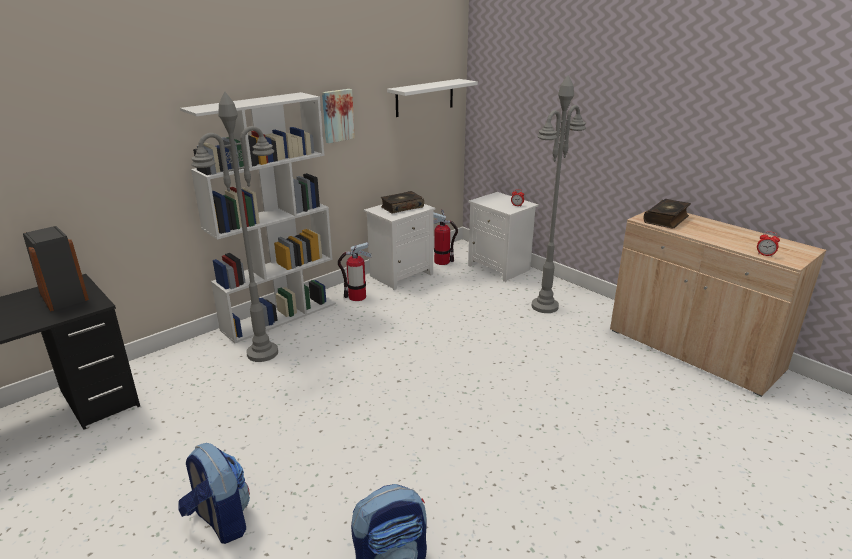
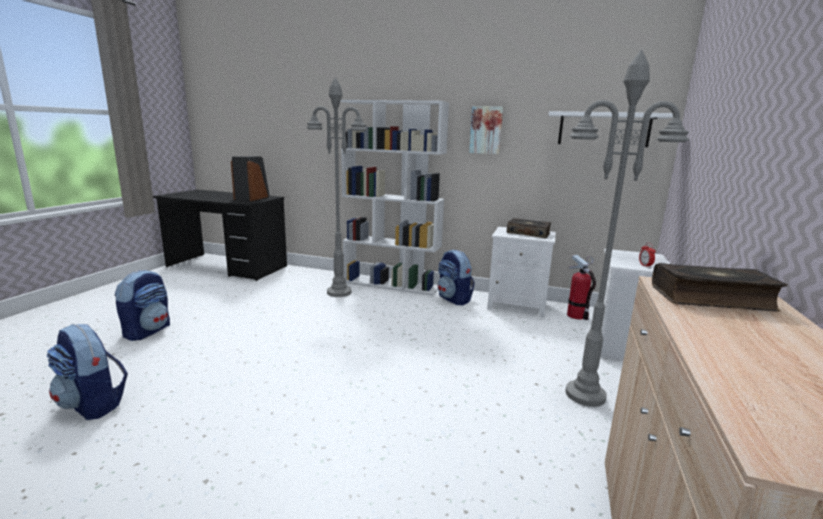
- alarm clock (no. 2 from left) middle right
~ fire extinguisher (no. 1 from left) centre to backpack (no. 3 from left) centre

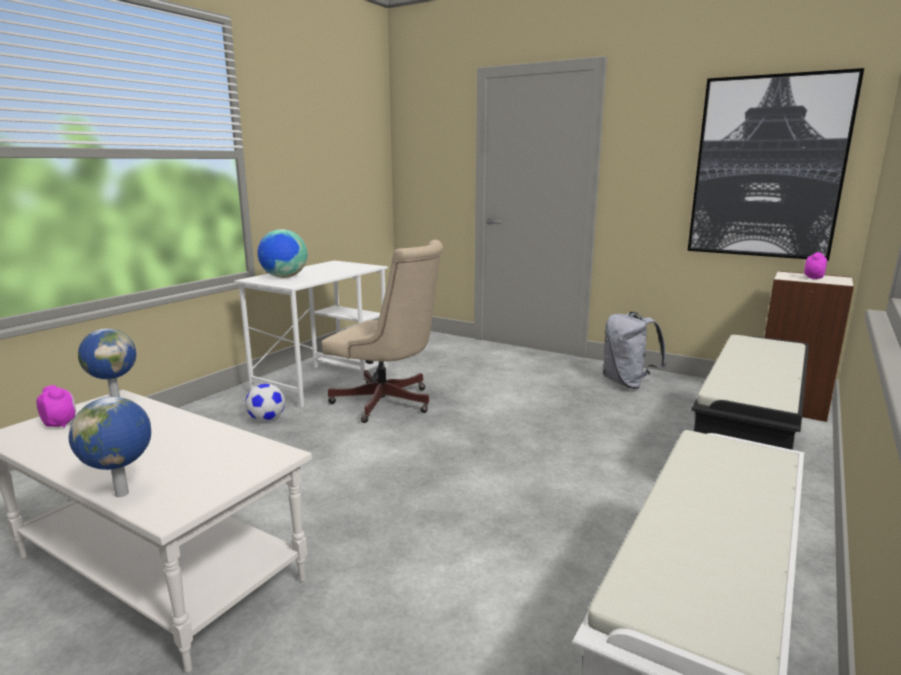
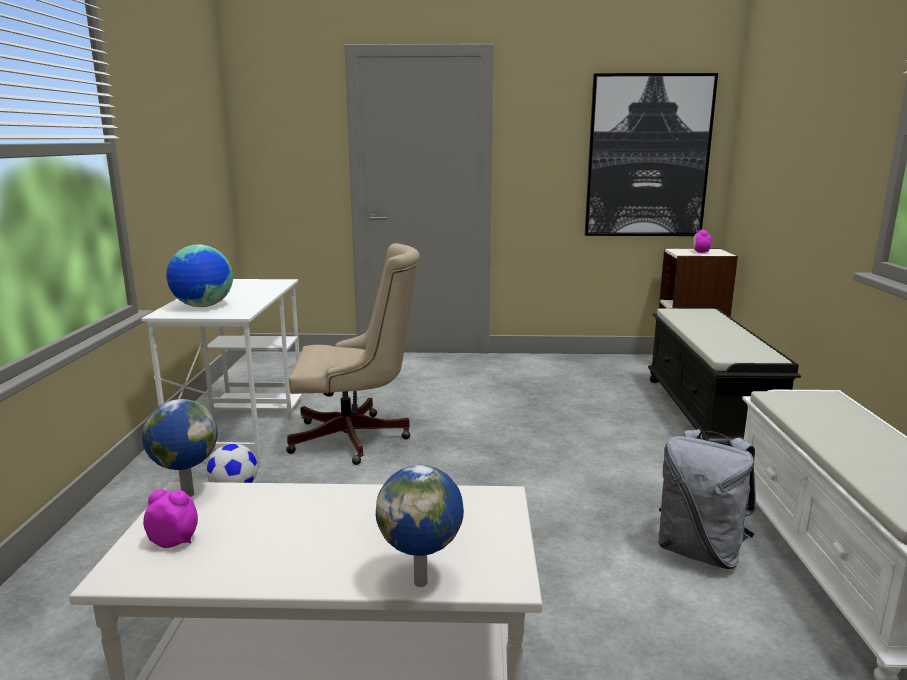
~ grey backpack middle right to bottom right

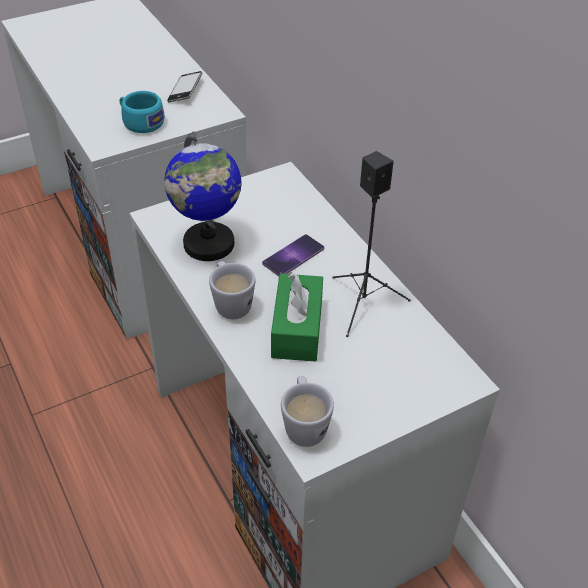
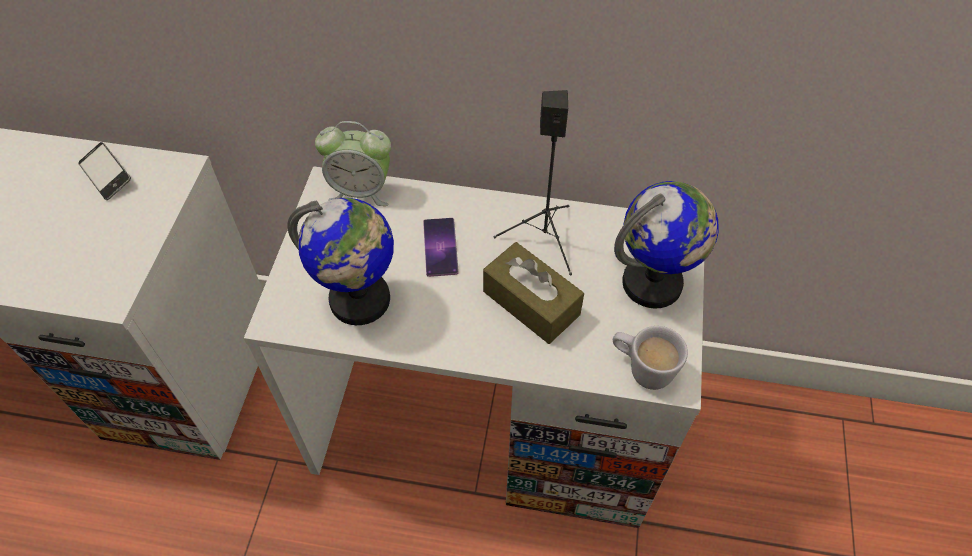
- turquoise cup top left
- white mug (no. 1 from left) centre
+ alarm clock top centre
+ globe (no. 2 from left) middle right
~ green tissue box centre to brown tissue box centre

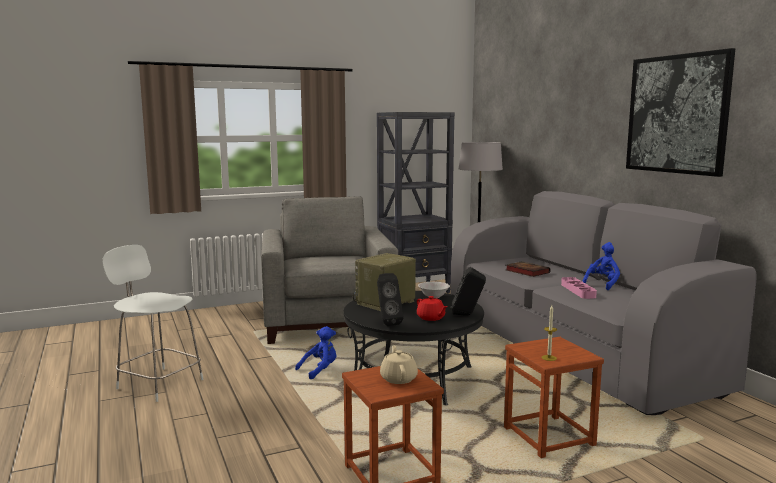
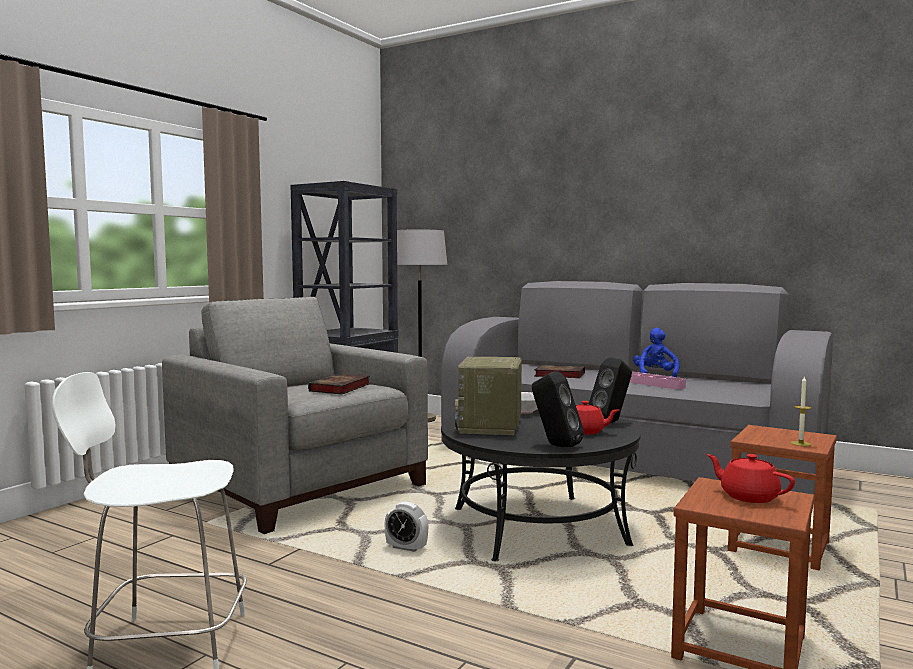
- picture top right
+ book (no. 1 from left) centre
~ blue plush toy (no. 1 from left) bottom centre to alarm clock bottom centre
~ beige teapot bottom centre to red teapot (no. 2 from left) bottom right

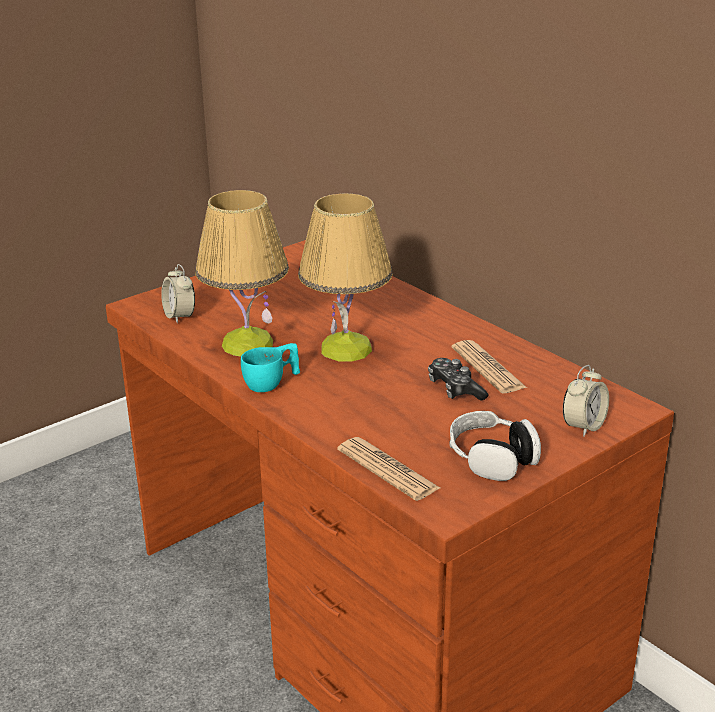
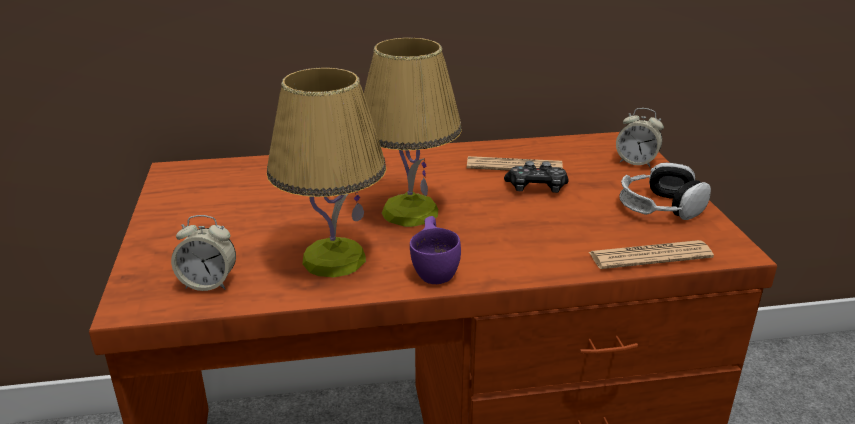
~ turquoise cup centre to purple cup centre
~ alarm clock (no. 2 from left) middle right = top right 135 degrees clockwise

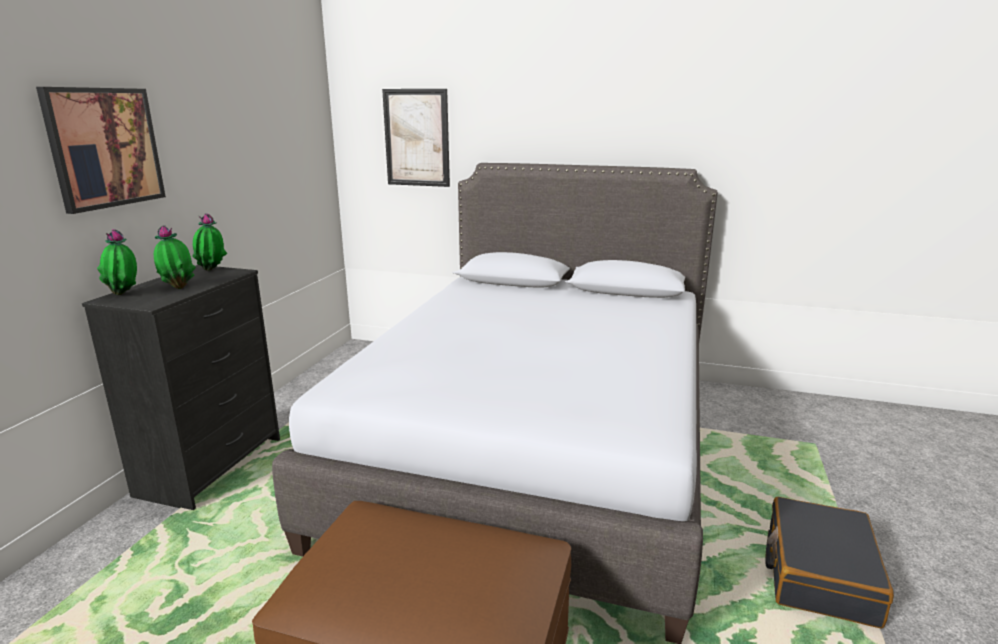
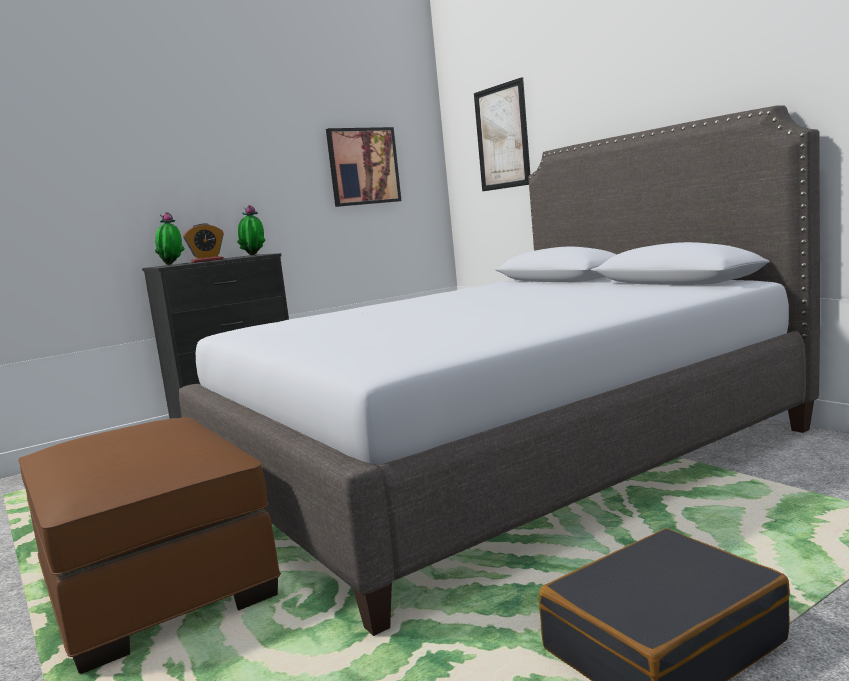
~ picture (no. 1 from left) top left to top centre
~ potted plant (no. 2 from left) middle left to alarm clock middle left

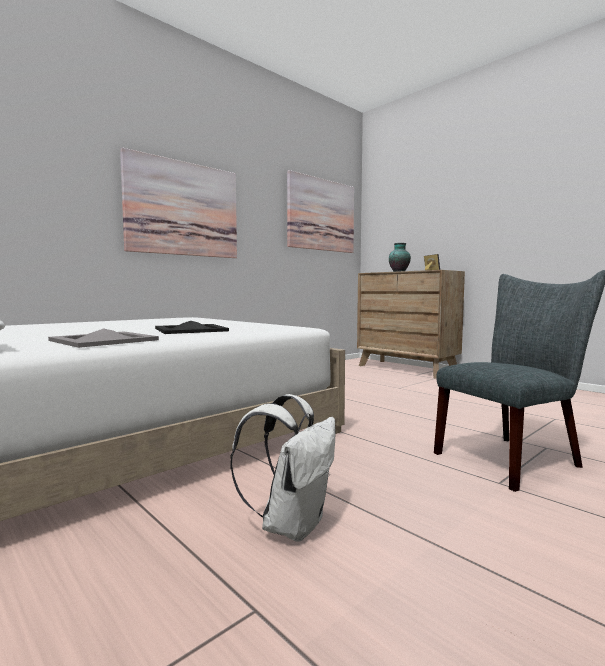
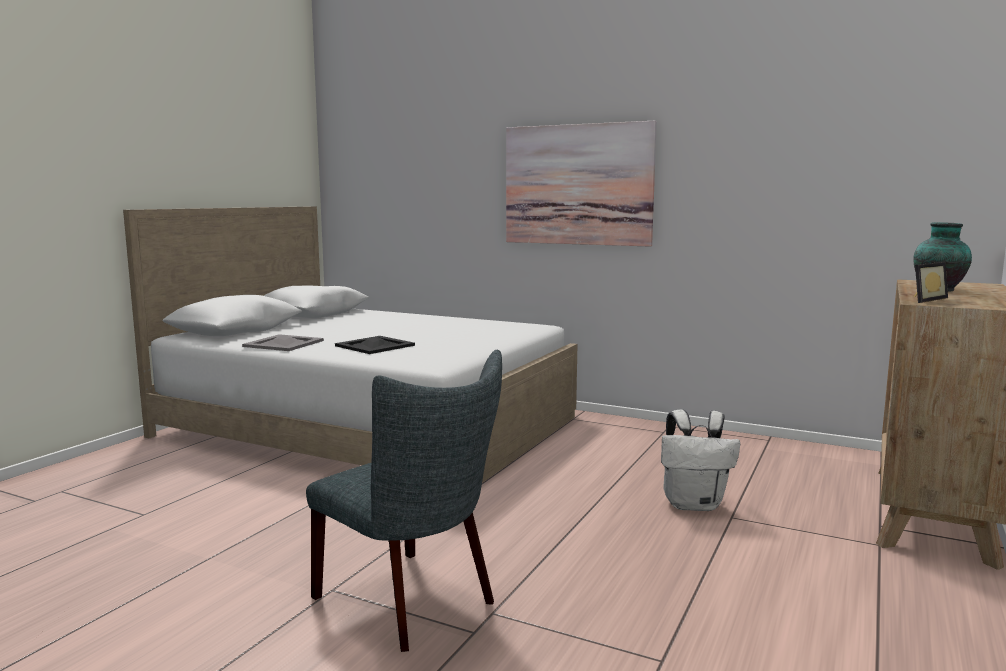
- picture (no. 2 from left) top centre
~ white backpack bottom centre to bottom right

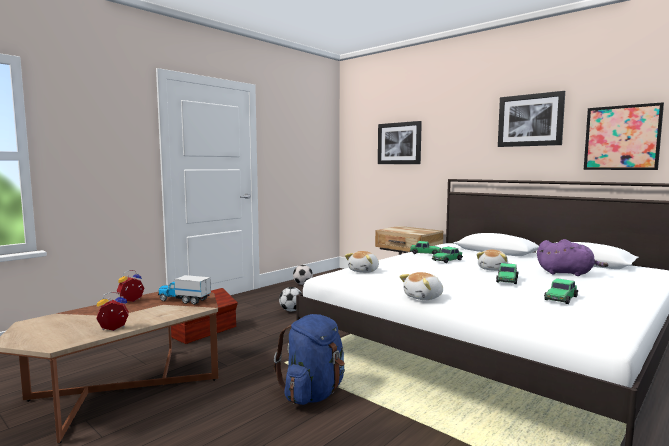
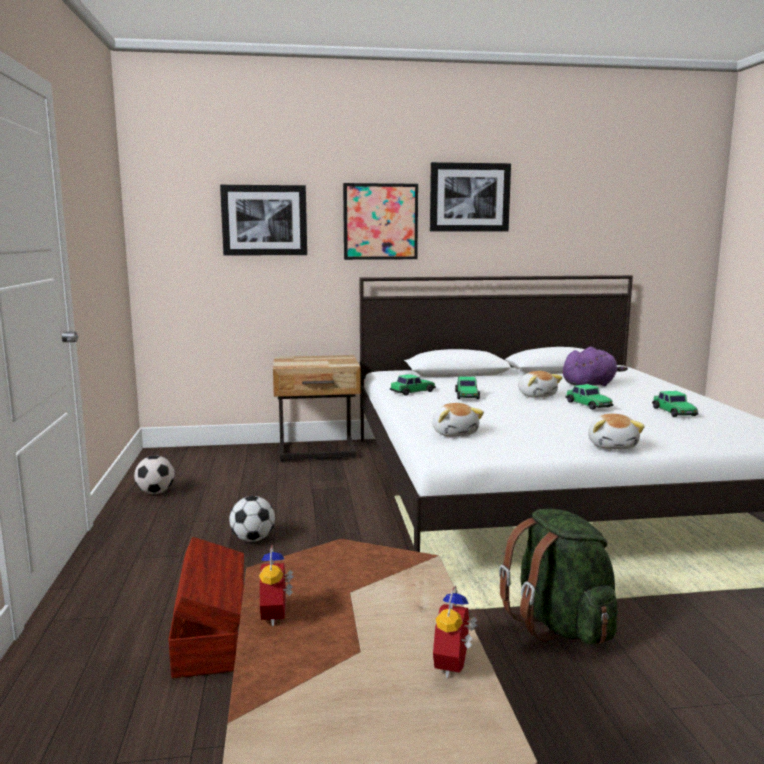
- toy truck middle left
~ picture (no. 3 from left in the first image) top right to picture (no. 2 from left) top centre
~ blue backpack bottom centre to green backpack bottom right

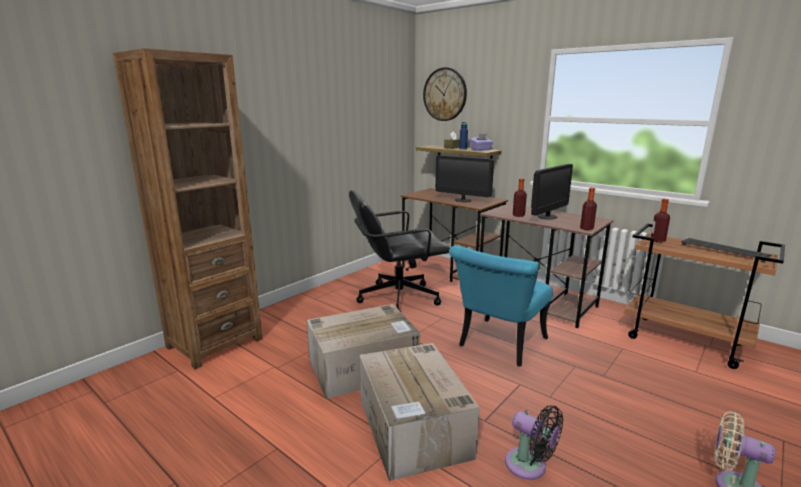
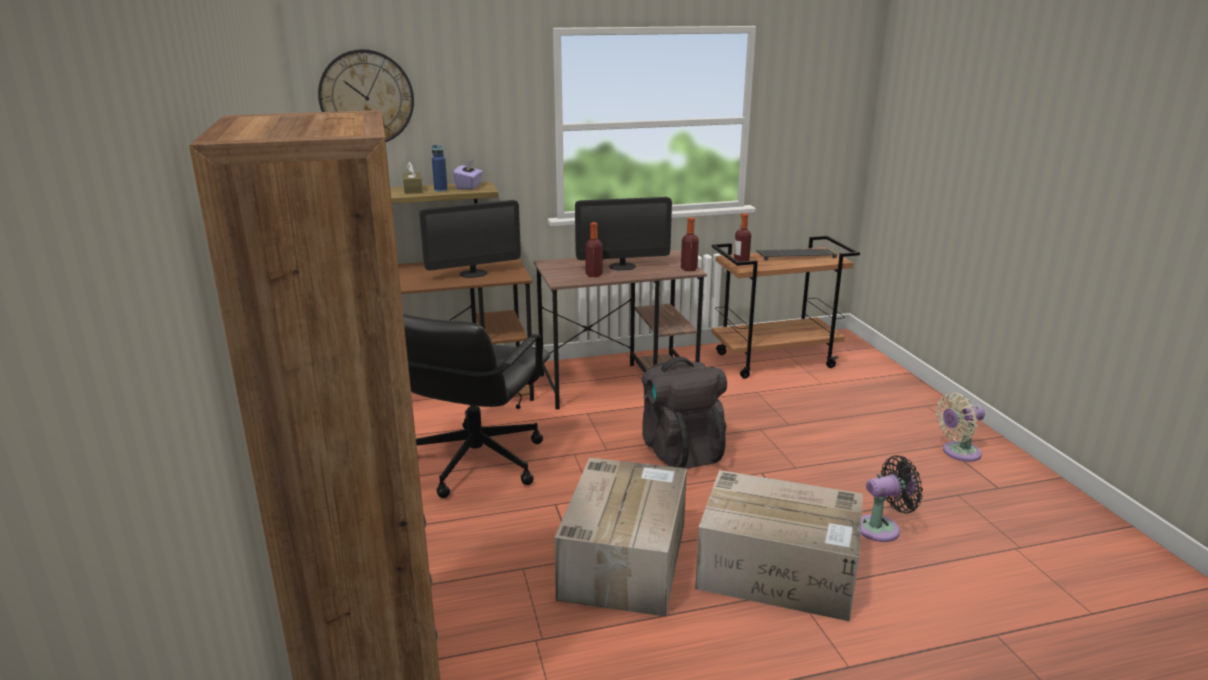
~ turquoise chair centre to black backpack centre
~ monitor (no. 2 from left) middle right = centre 90 degrees clockwise

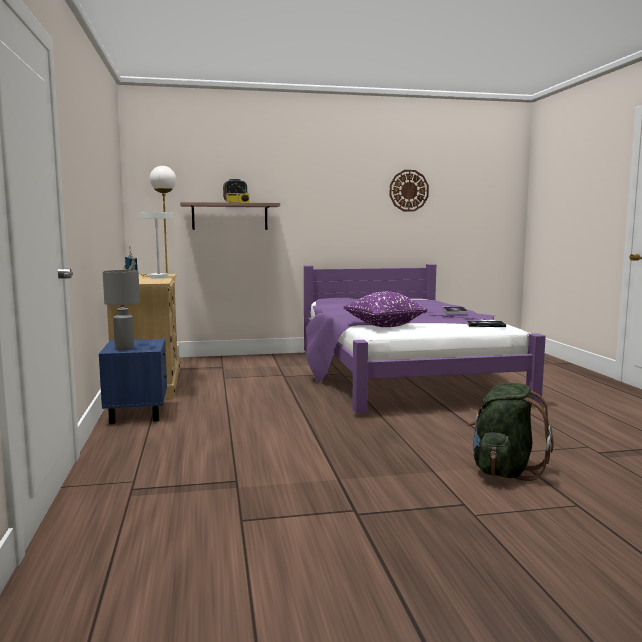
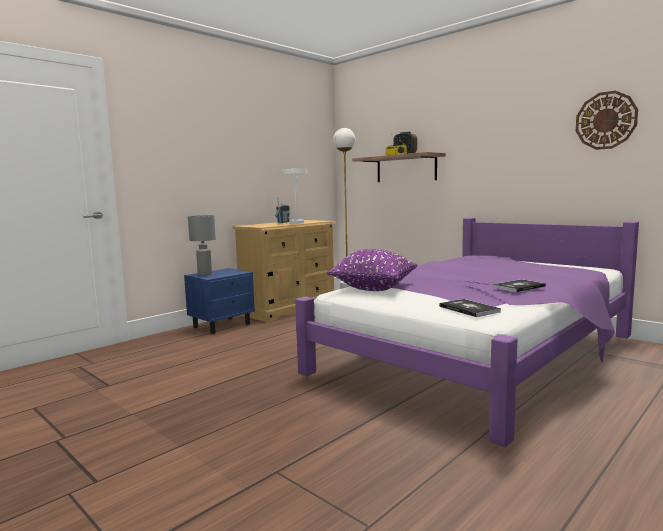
- green backpack bottom right

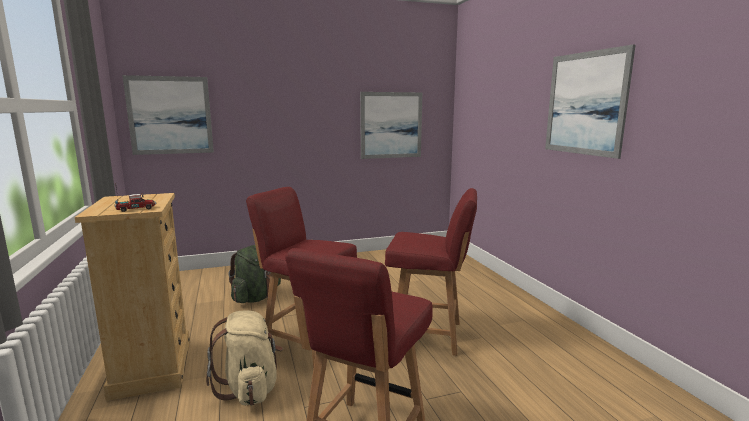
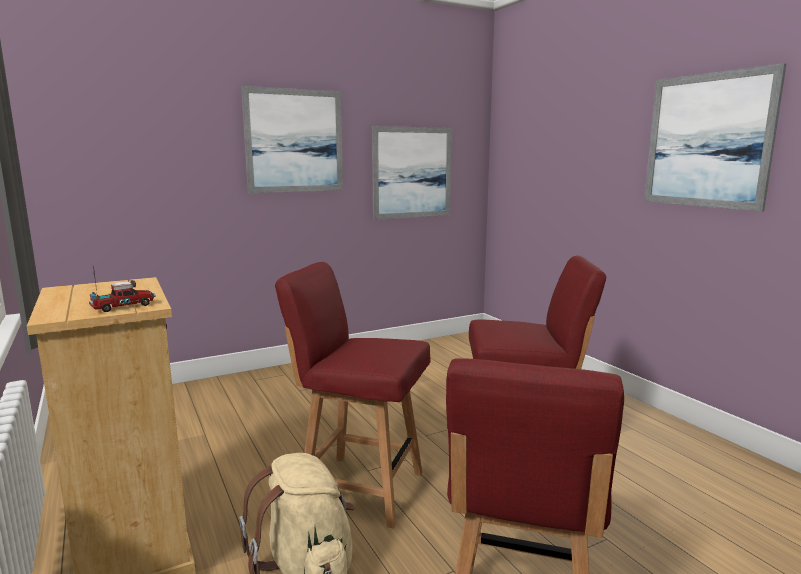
- green backpack centre
~ picture (no. 1 from left) top left to top centre

